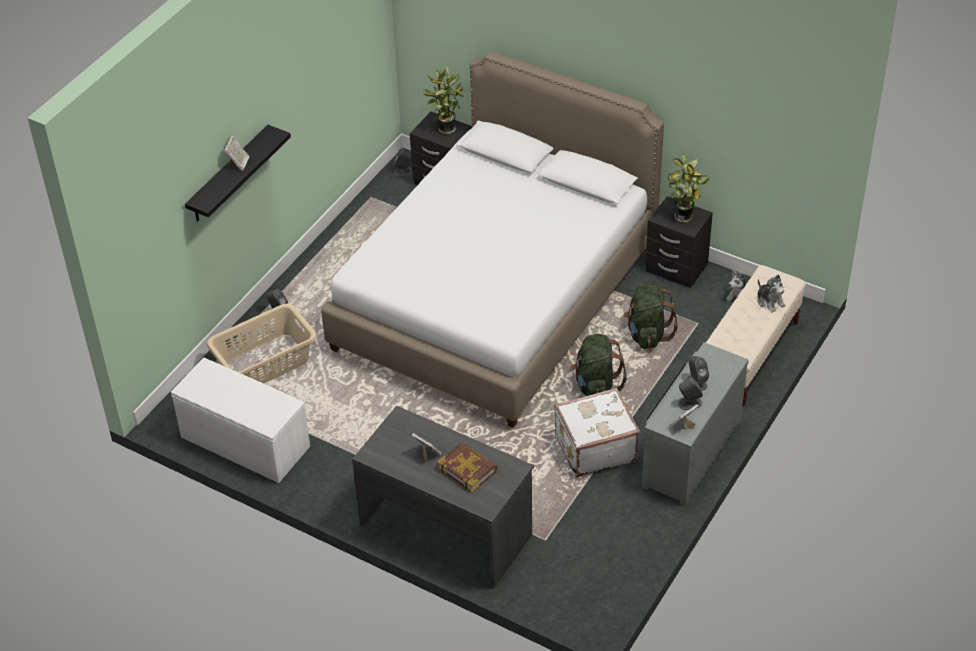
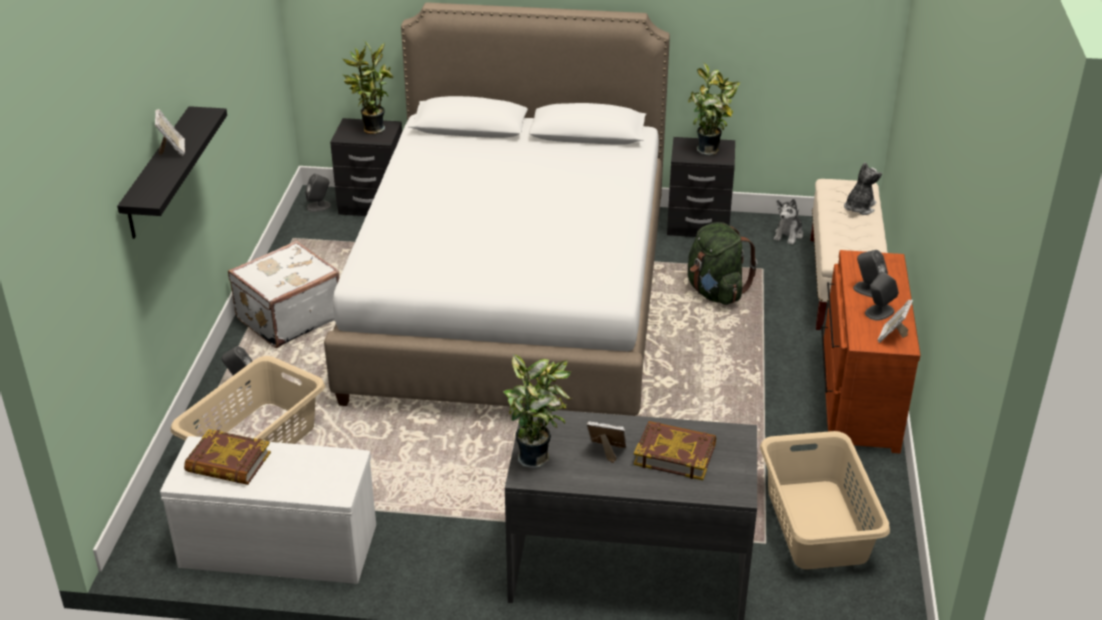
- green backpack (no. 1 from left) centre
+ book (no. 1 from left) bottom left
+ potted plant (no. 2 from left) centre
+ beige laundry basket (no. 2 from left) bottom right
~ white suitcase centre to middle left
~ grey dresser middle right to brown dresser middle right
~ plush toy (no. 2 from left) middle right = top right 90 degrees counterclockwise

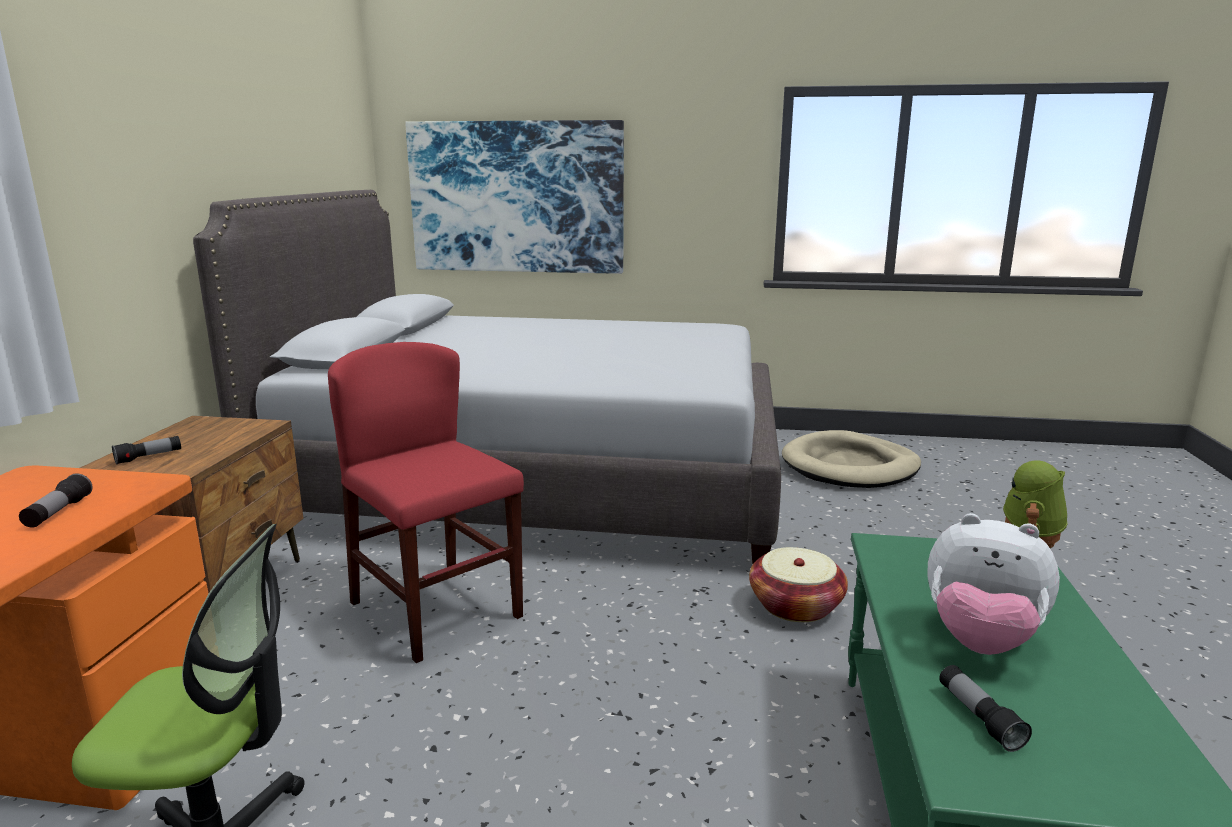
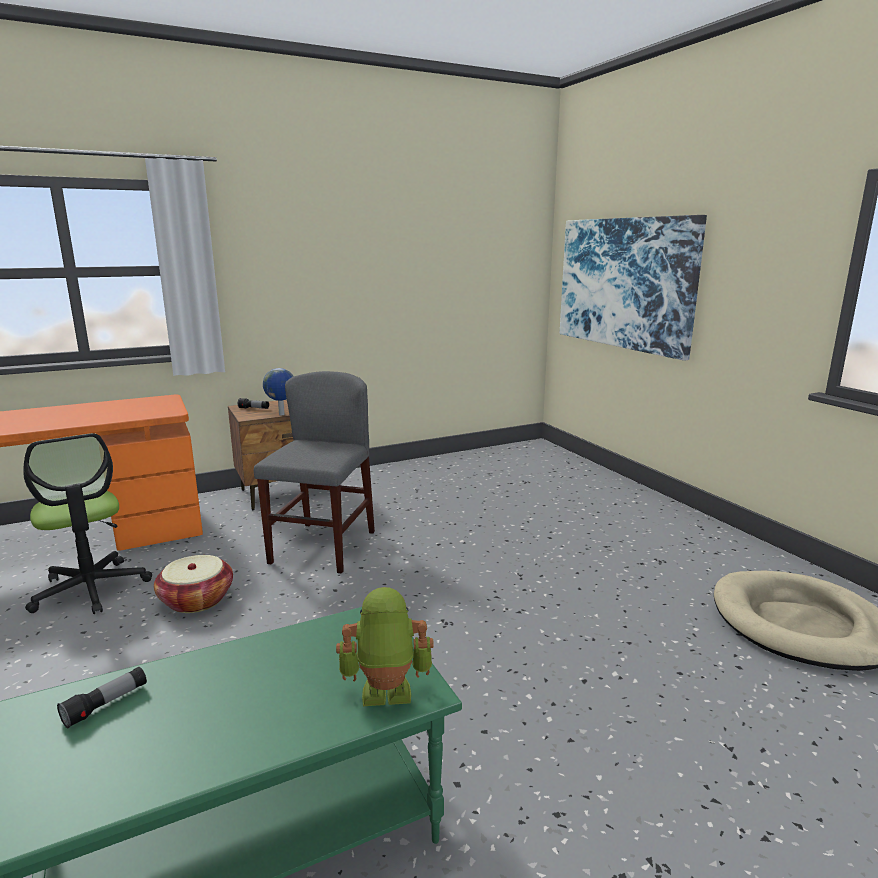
- flashlight (no. 1 from left) middle left
- grey bed centre
- plush toy bottom right
+ globe middle left
~ basket bottom centre to middle left
~ red chair centre to grey chair centre

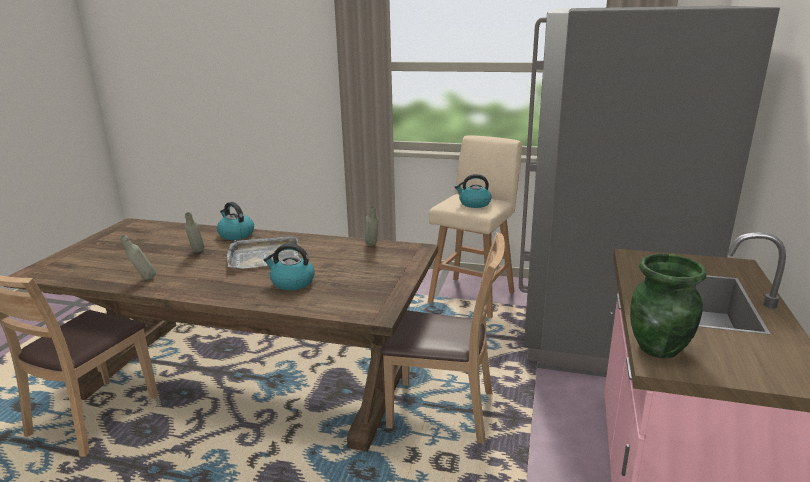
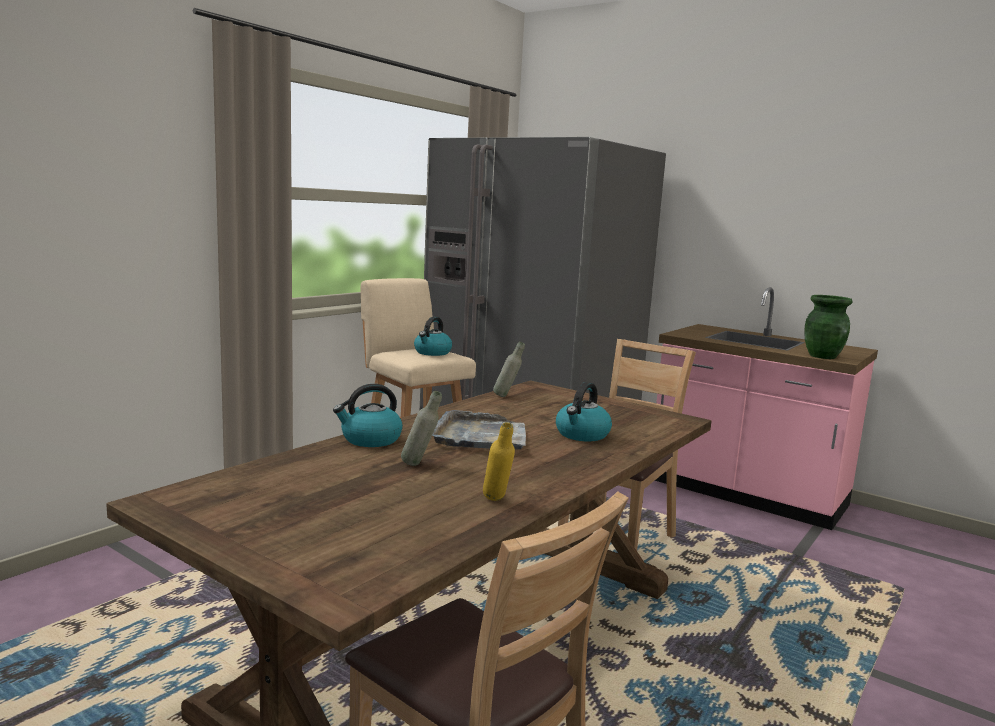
~ grey bottle (no. 1 from left) middle left to yellow bottle centre

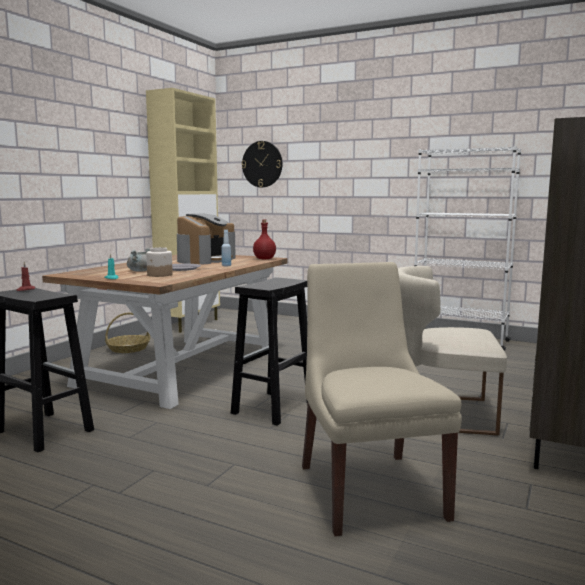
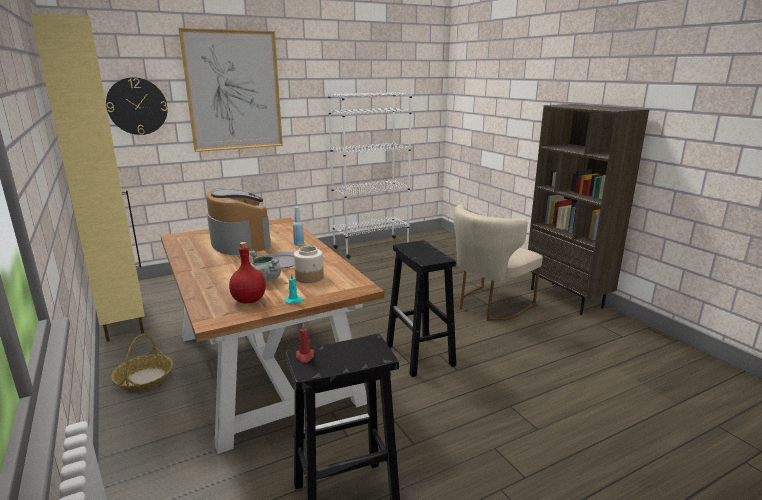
- beige chair (no. 1 from left) bottom centre
+ picture top left
~ red bottle centre to middle left

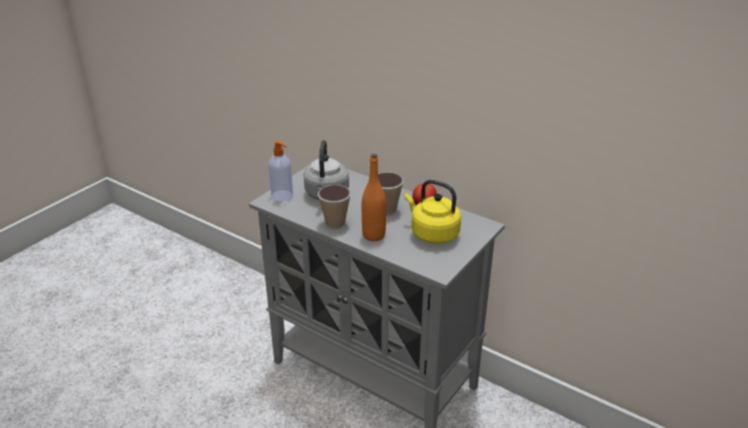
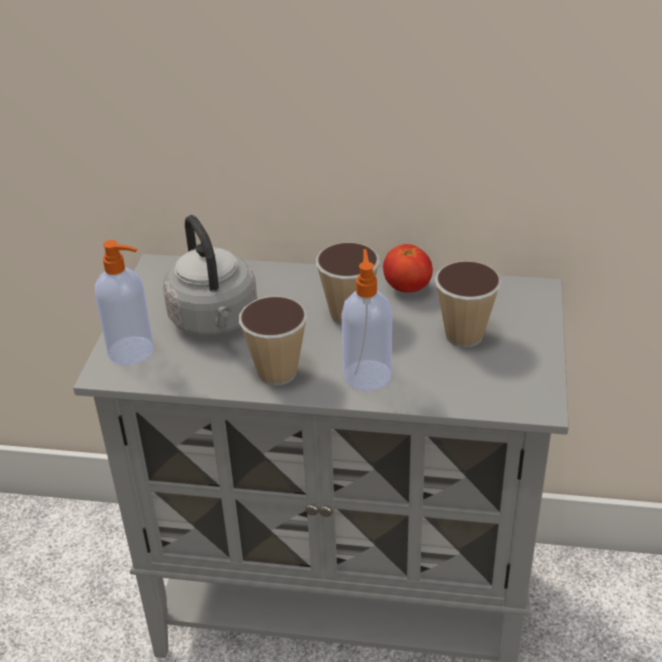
~ orange bottle centre to soap dispenser (no. 2 from left) centre
~ yellow kettle centre to cup (no. 3 from left) middle right

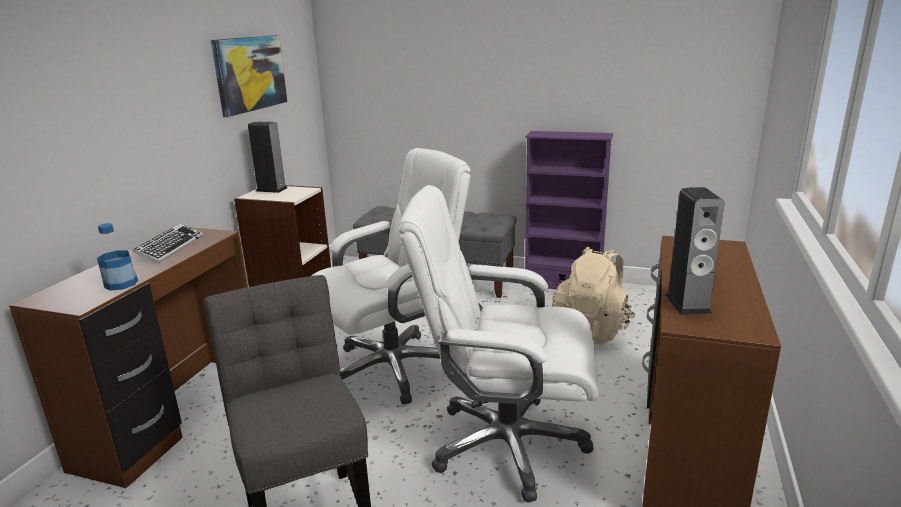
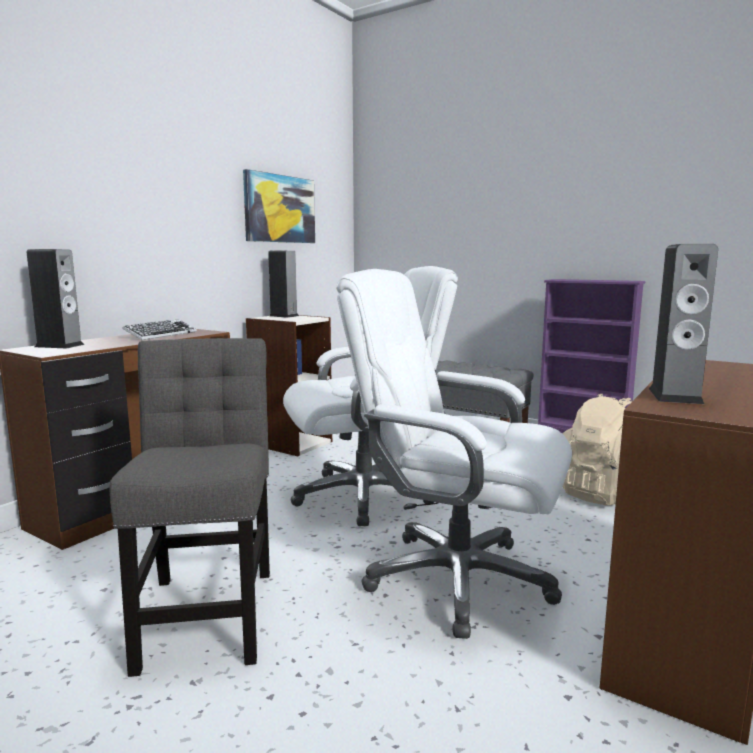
- bottle middle left
+ speaker (no. 1 from left) middle left

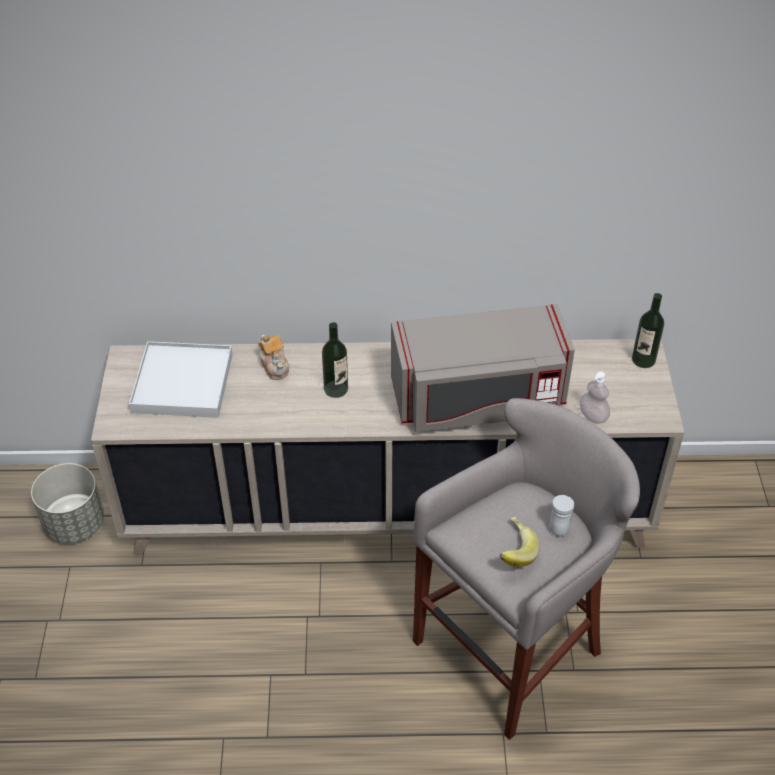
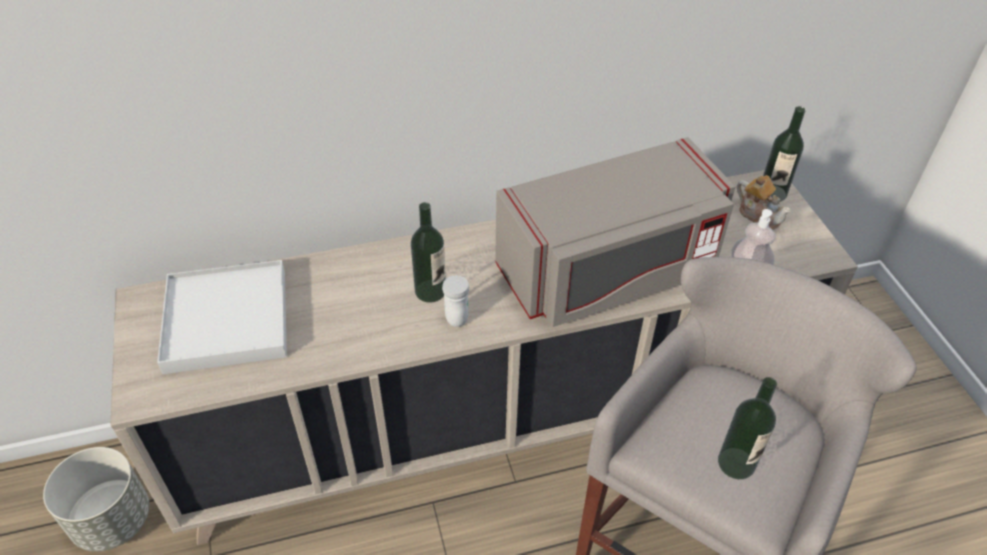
~ teapot centre to middle right
~ white mug middle right to centre
~ banana bottom right to bottle (no. 2 from left) bottom right

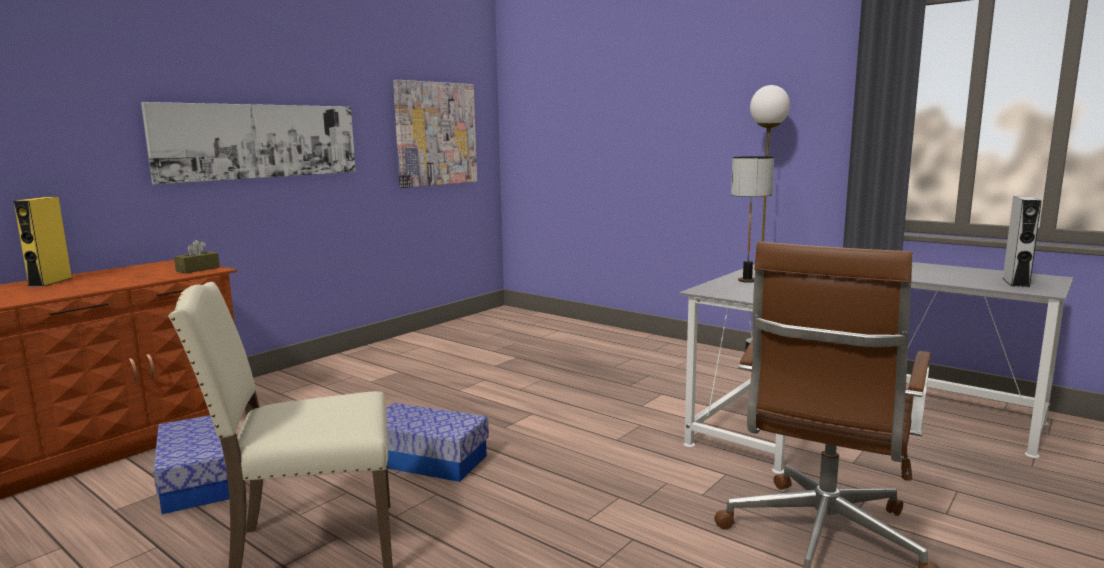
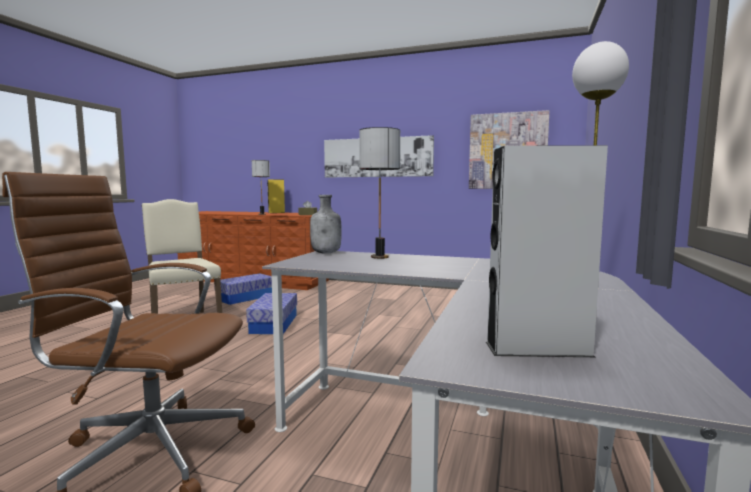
+ table lamp (no. 1 from left) centre
+ grey bottle centre

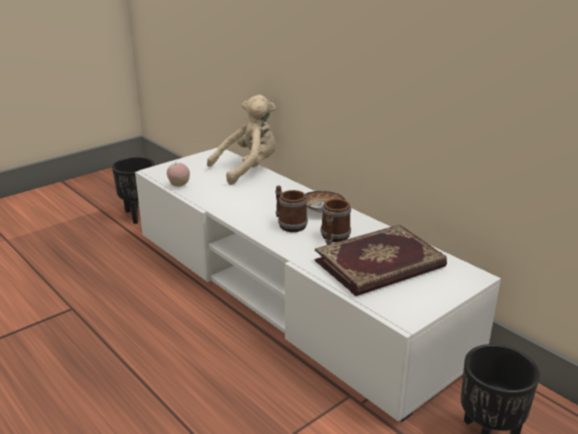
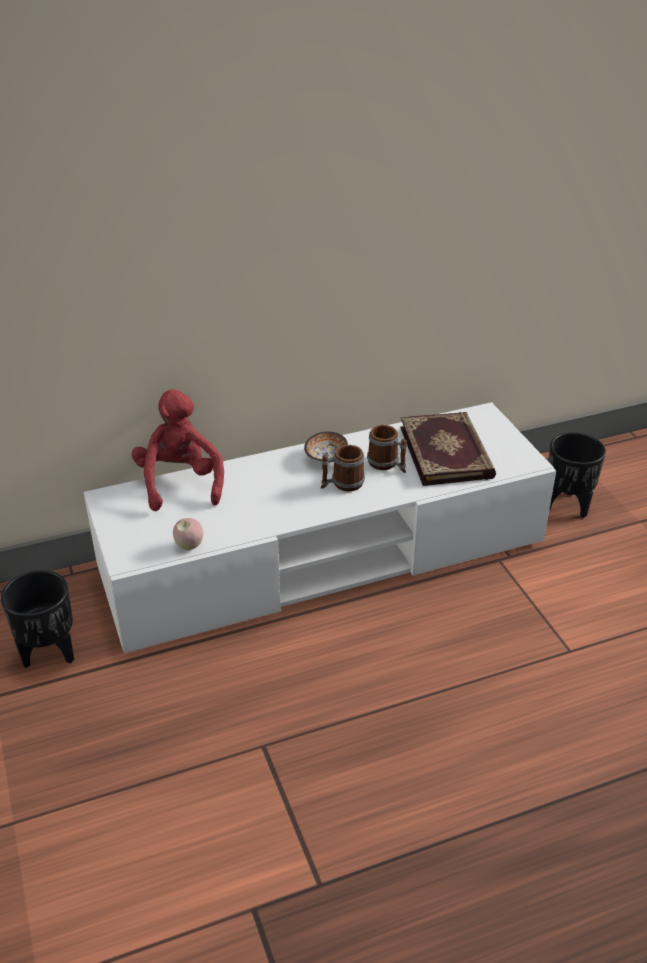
~ beige plush toy top centre to red plush toy middle left

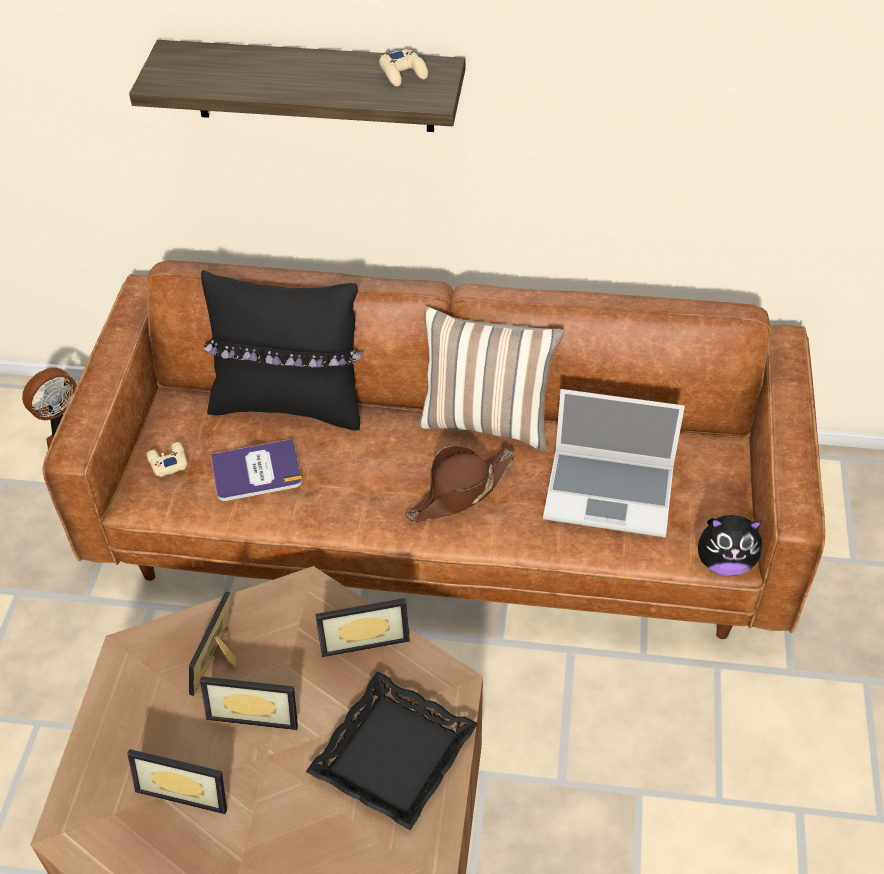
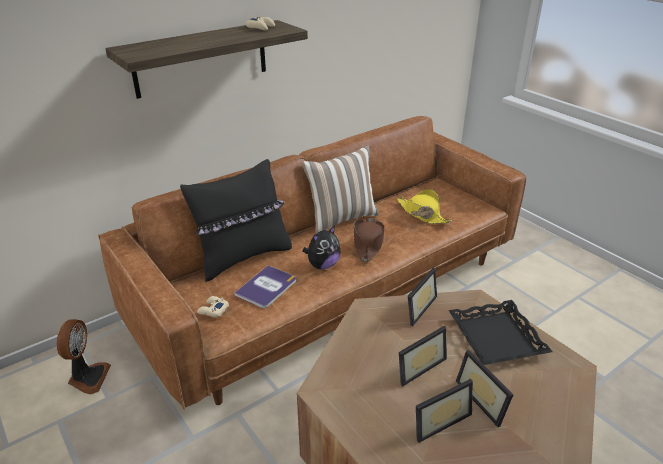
~ picture frame (no. 2 from left in the first image) bottom left to picture frame (no. 4 from left) bottom right
~ plush toy middle right to centre
~ laptop middle right to yellow hat centre

